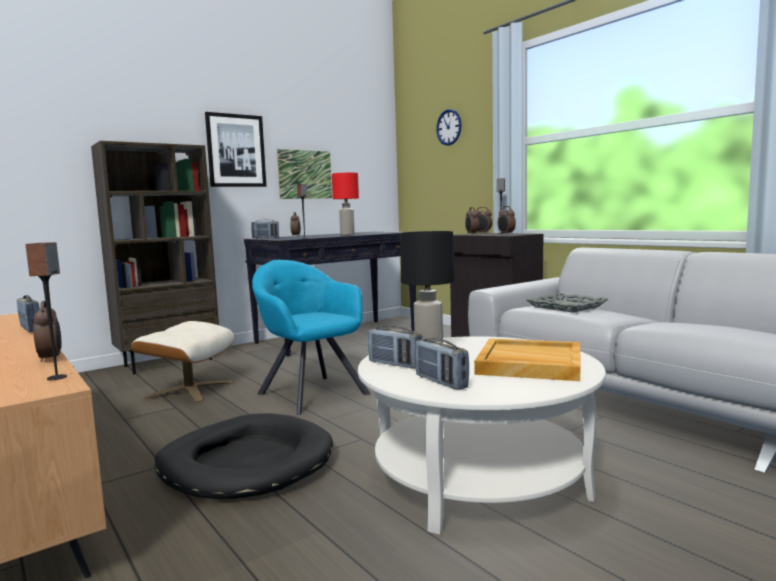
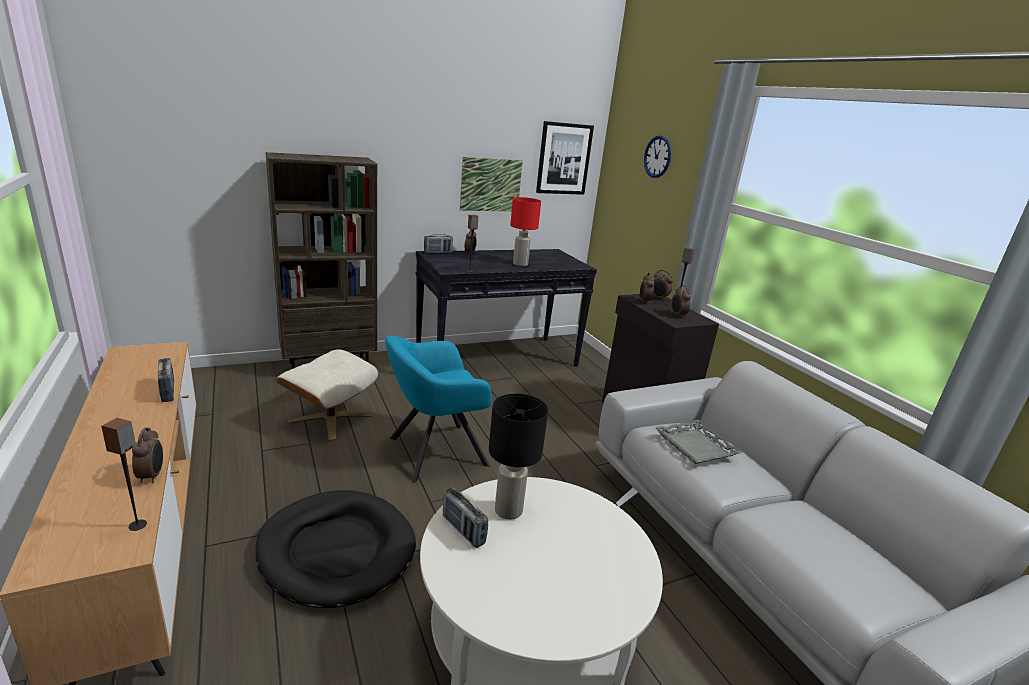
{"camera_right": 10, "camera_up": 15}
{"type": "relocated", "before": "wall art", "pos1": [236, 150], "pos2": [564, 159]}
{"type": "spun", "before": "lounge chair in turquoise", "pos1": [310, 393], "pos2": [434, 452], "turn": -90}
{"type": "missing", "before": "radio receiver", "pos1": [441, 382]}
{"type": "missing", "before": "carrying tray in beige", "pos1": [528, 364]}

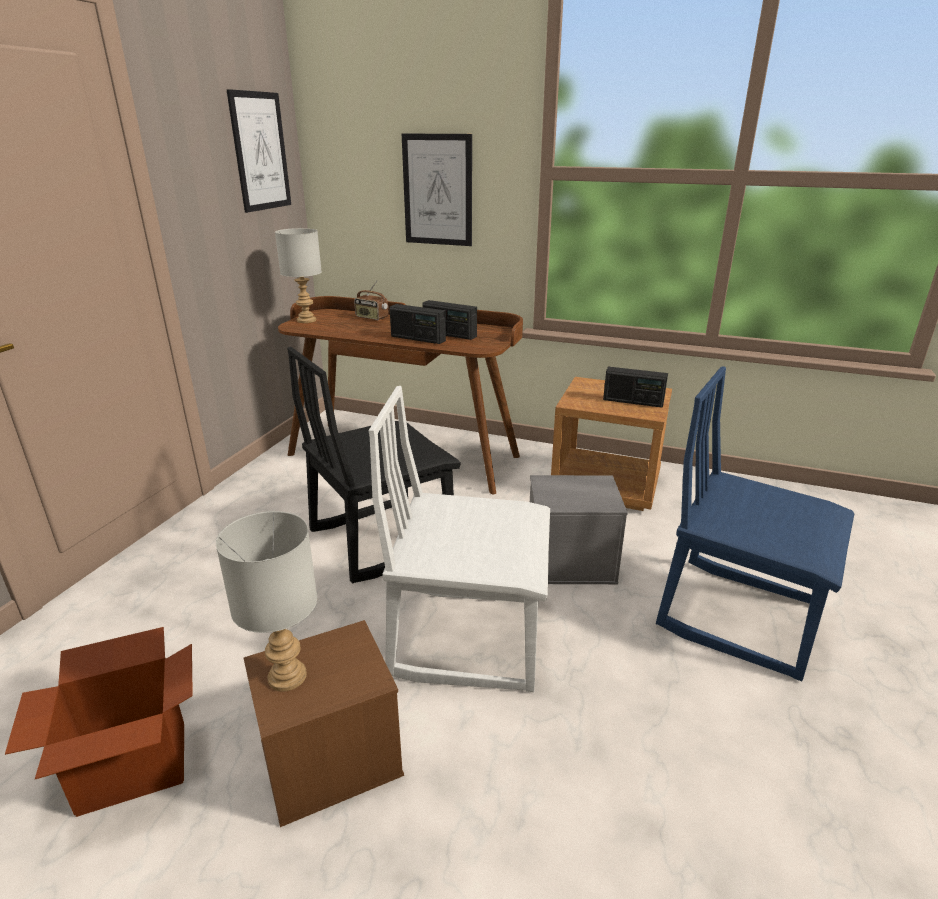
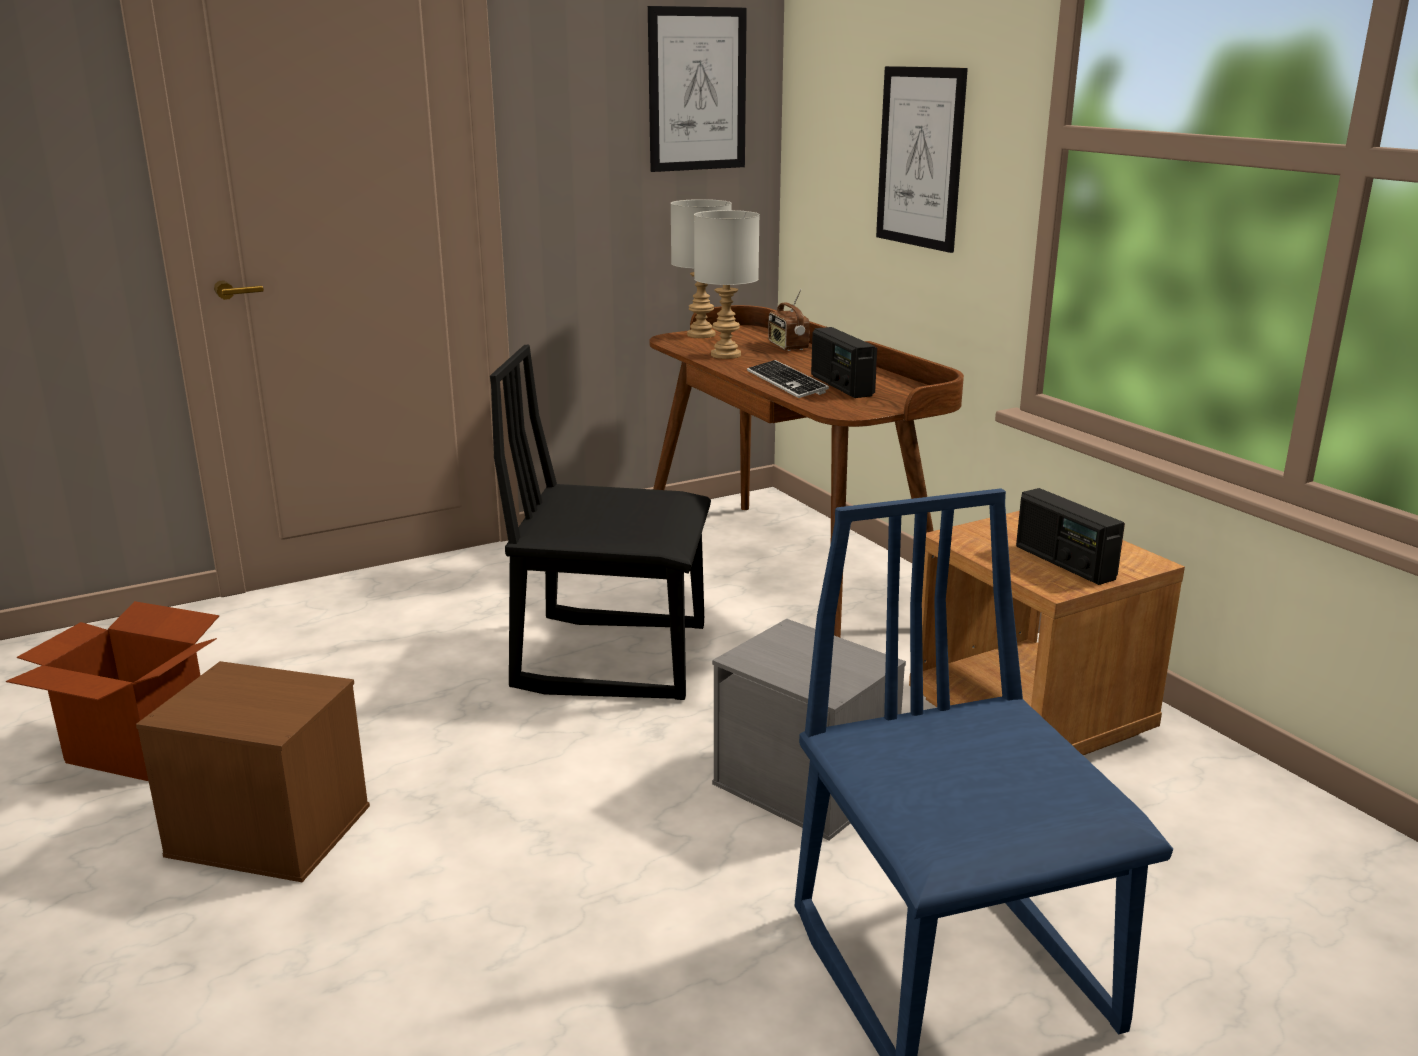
{"camera_right": 40, "camera_up": -5}
{"type": "exchanged", "before": "radio receiver", "after": "PC keyboard", "pos1": [418, 338], "pos2": [786, 382]}
{"type": "missing", "before": "upright chair in white-coloured", "pos1": [468, 635]}
{"type": "relocated", "before": "lamp for a table in greyish", "pos1": [286, 676], "pos2": [725, 355]}

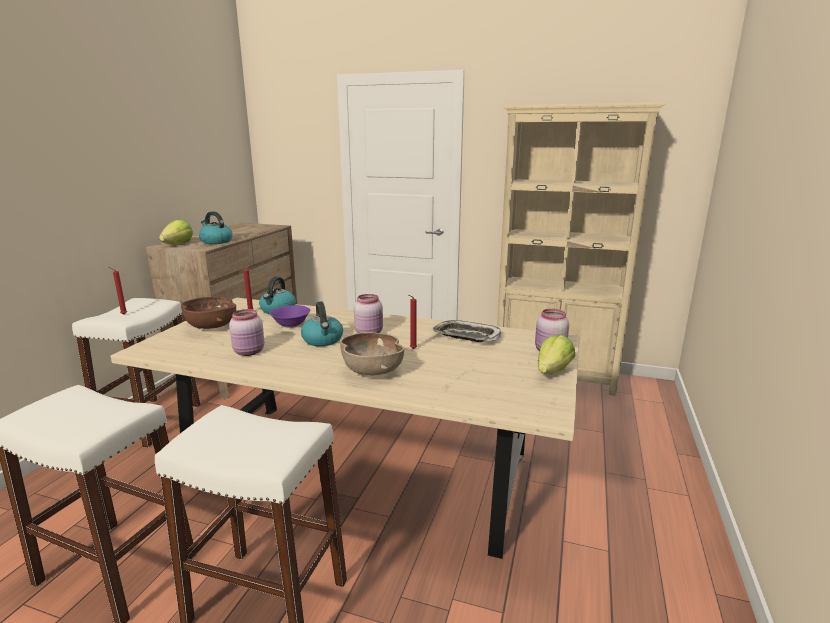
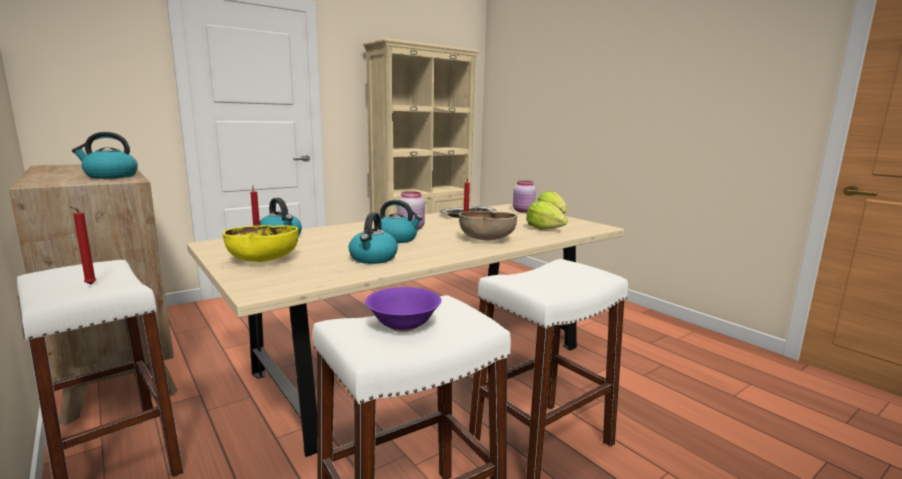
{"camera_right": -55, "camera_up": -5}
{"type": "relocated", "before": "lettuce head", "pos1": [178, 244], "pos2": [545, 229]}
{"type": "colour", "before": "serving bowl in brown", "after": "serving bowl in yellow-coloured", "pos1": [211, 327], "pos2": [263, 260]}
{"type": "relocated", "before": "serving bowl in purple", "pos1": [291, 325], "pos2": [403, 326]}
{"type": "exchanged", "before": "preserve jar in pink-coloured", "after": "kettle", "pos1": [250, 352], "pos2": [373, 258]}

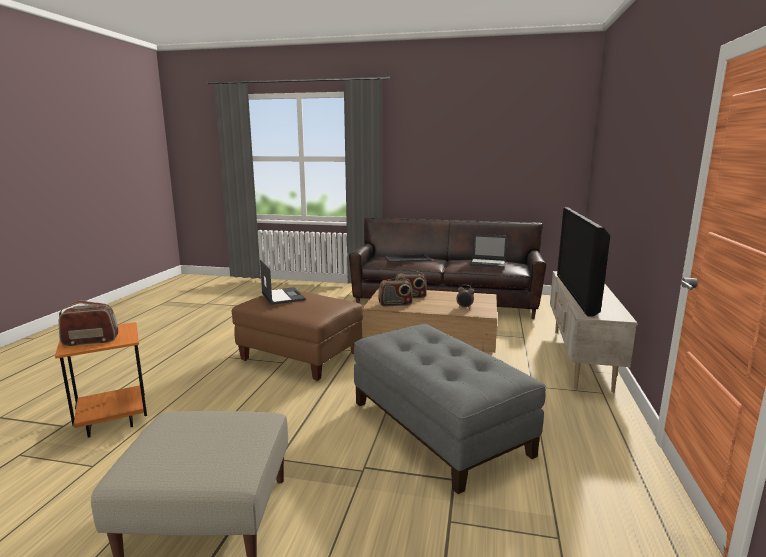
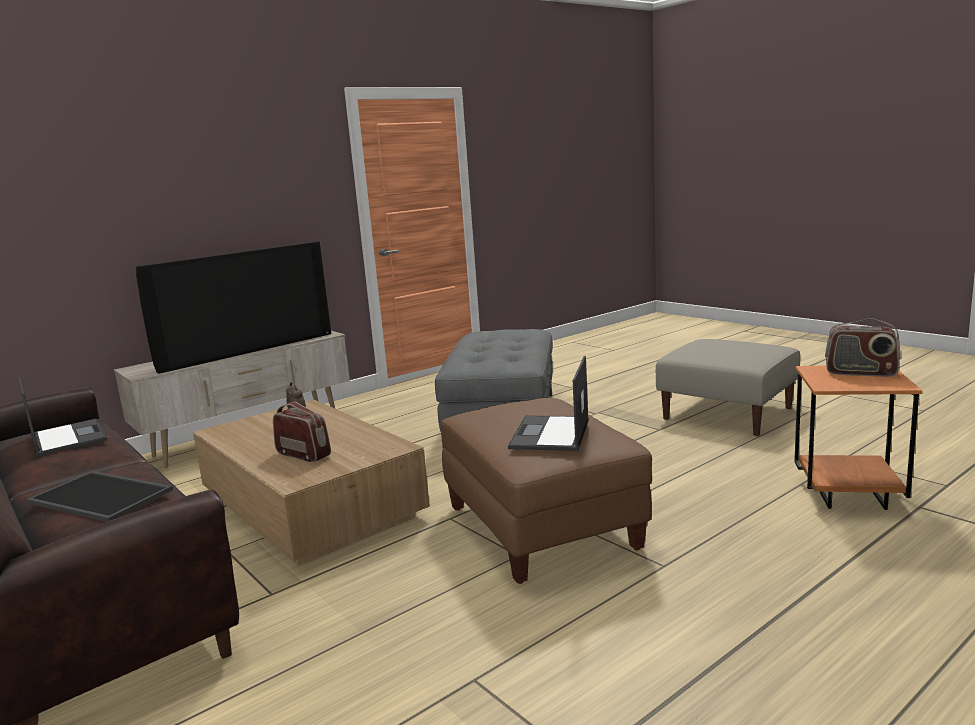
{"camera_right": -140, "camera_up": 0}
{"type": "missing", "before": "radio receiver", "pos1": [395, 304]}

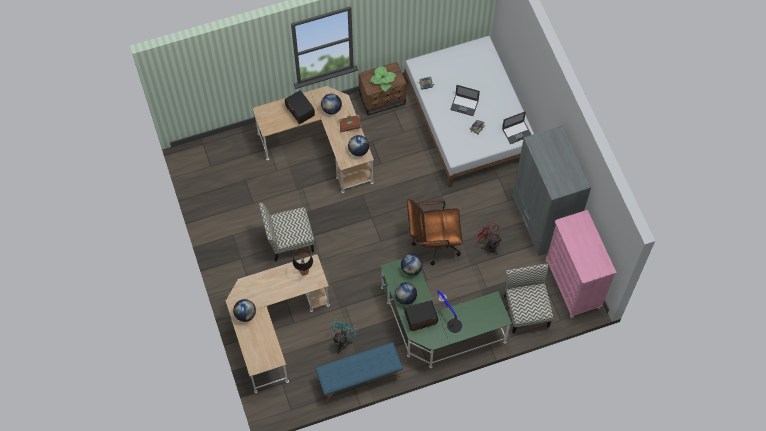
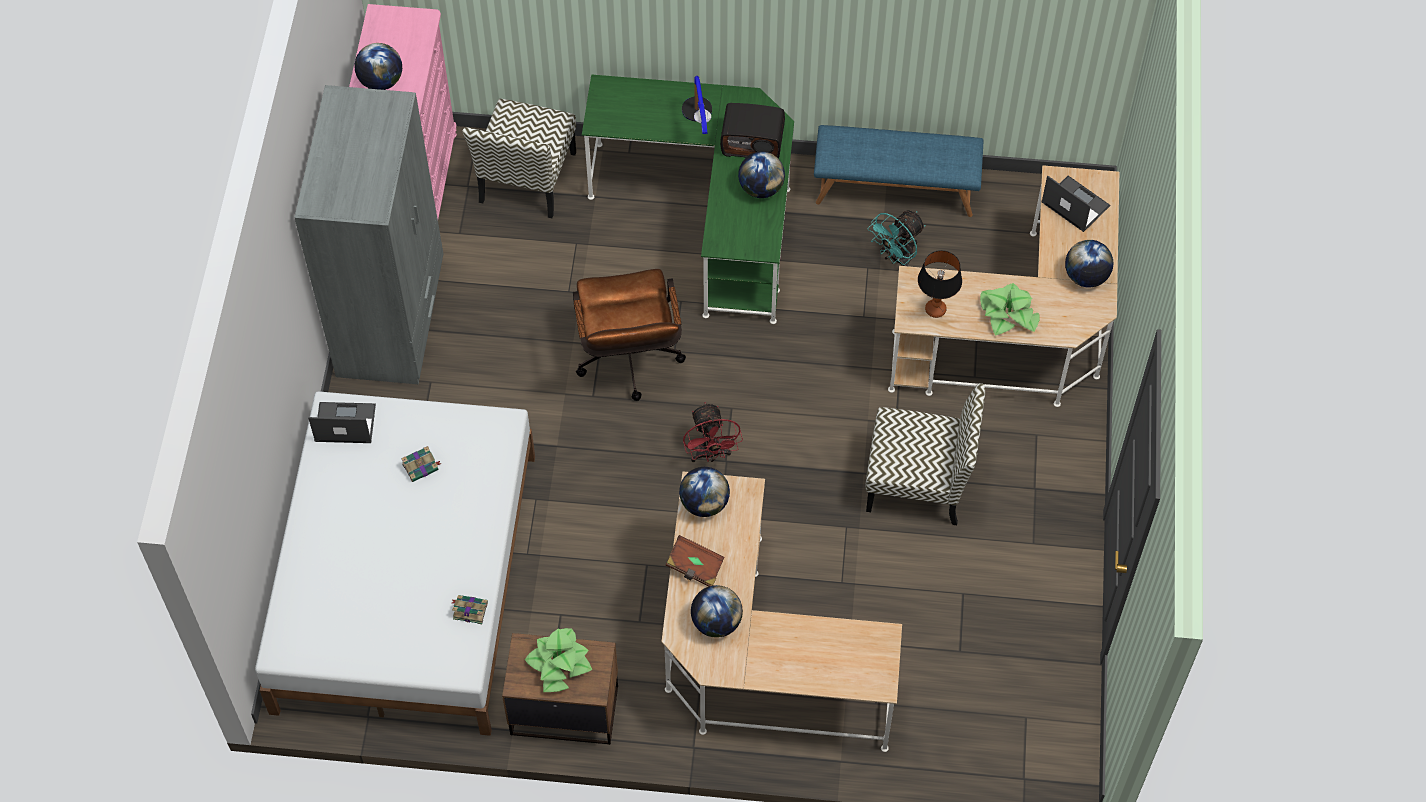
{"camera_right": -155, "camera_up": -5}
{"type": "relocated", "before": "notebook computer", "pos1": [464, 105], "pos2": [1074, 204]}
{"type": "missing", "before": "radio receiver", "pos1": [301, 111]}
{"type": "spun", "before": "computer chair in brown", "pos1": [432, 242], "pos2": [629, 363], "turn": 60}
{"type": "relocated", "before": "cooling fan in red", "pos1": [488, 244], "pos2": [710, 454]}
{"type": "relocated", "before": "desk globe", "pos1": [411, 268], "pos2": [381, 81]}
{"type": "appeared", "after": "plant in a pot", "pos2": [1008, 314]}

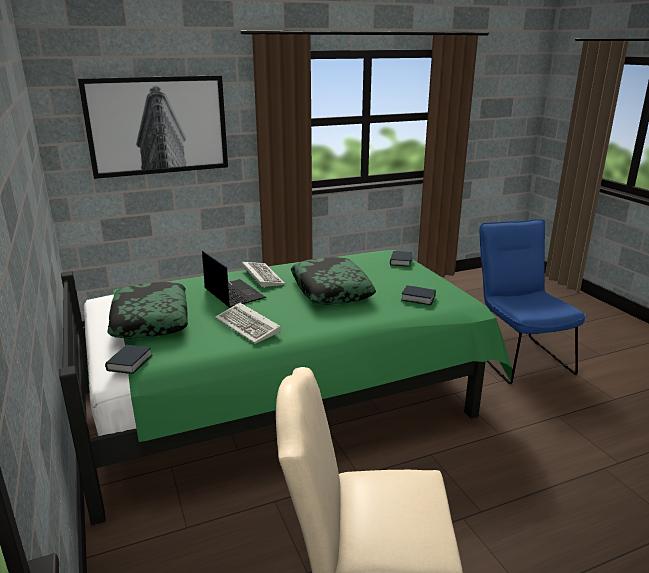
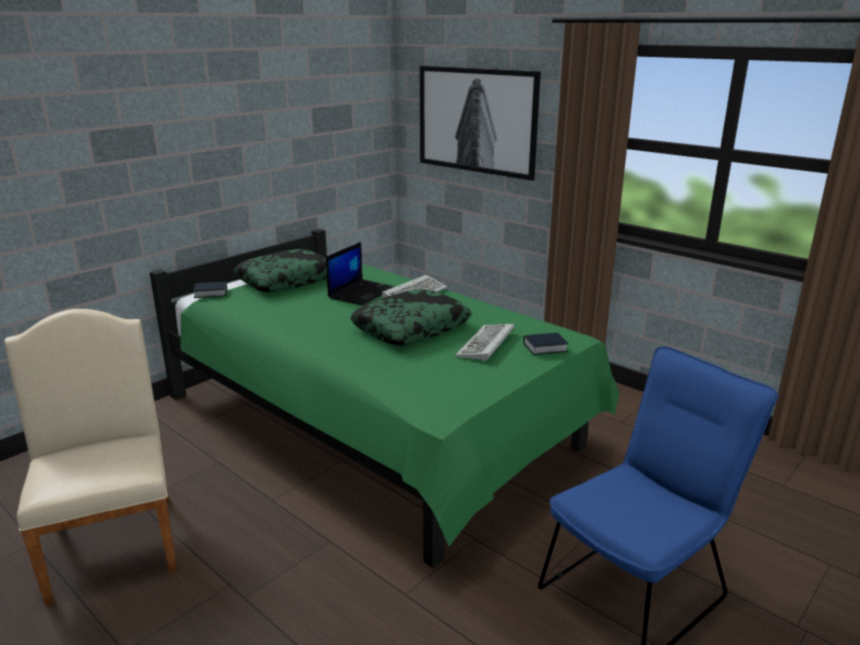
{"camera_right": 65, "camera_up": 0}
{"type": "missing", "before": "bound book", "pos1": [418, 298]}
{"type": "relocated", "before": "PC keyboard", "pos1": [249, 326], "pos2": [486, 345]}

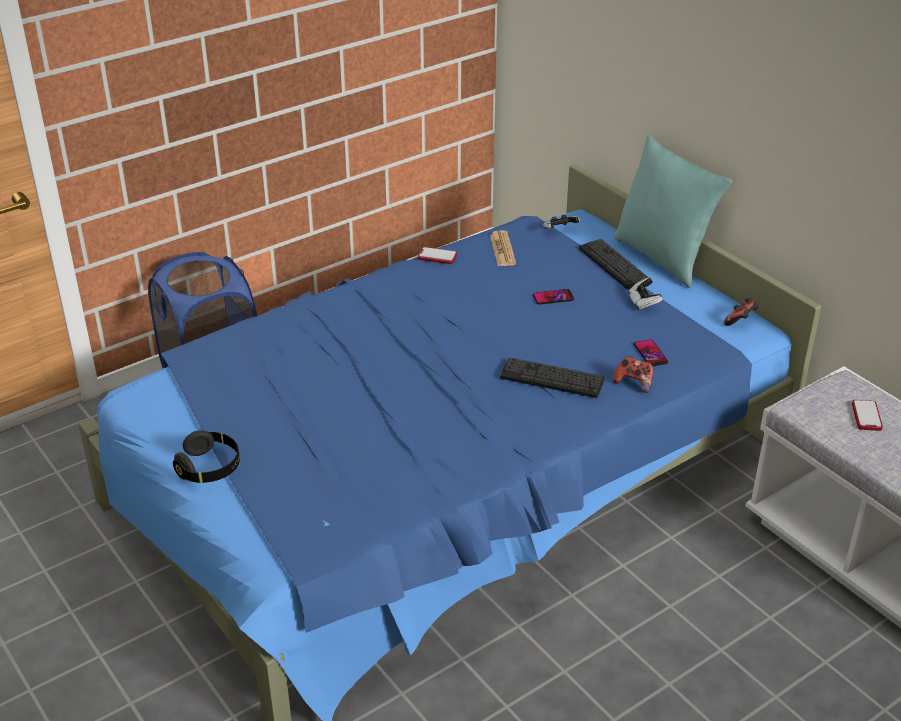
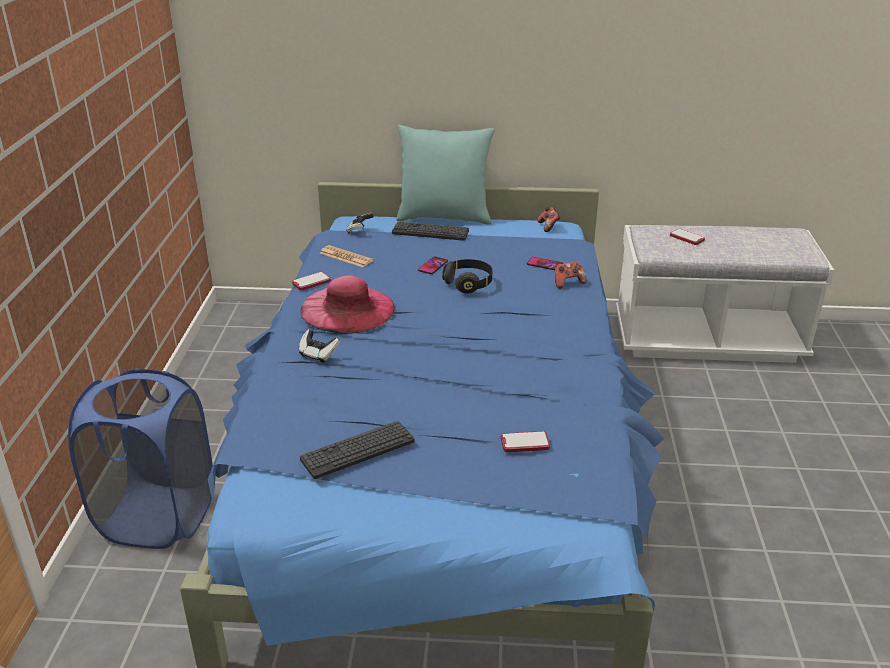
{"camera_right": -50, "camera_up": -5}
{"type": "relocated", "before": "joypad", "pos1": [643, 303], "pos2": [318, 354]}
{"type": "relocated", "before": "PC keyboard", "pos1": [552, 379], "pos2": [358, 450]}
{"type": "relocated", "before": "headphones in black", "pos1": [209, 468], "pos2": [468, 284]}
{"type": "appeared", "after": "hat in pink-coloured", "pos2": [348, 309]}
{"type": "appeared", "after": "telephone", "pos2": [525, 443]}

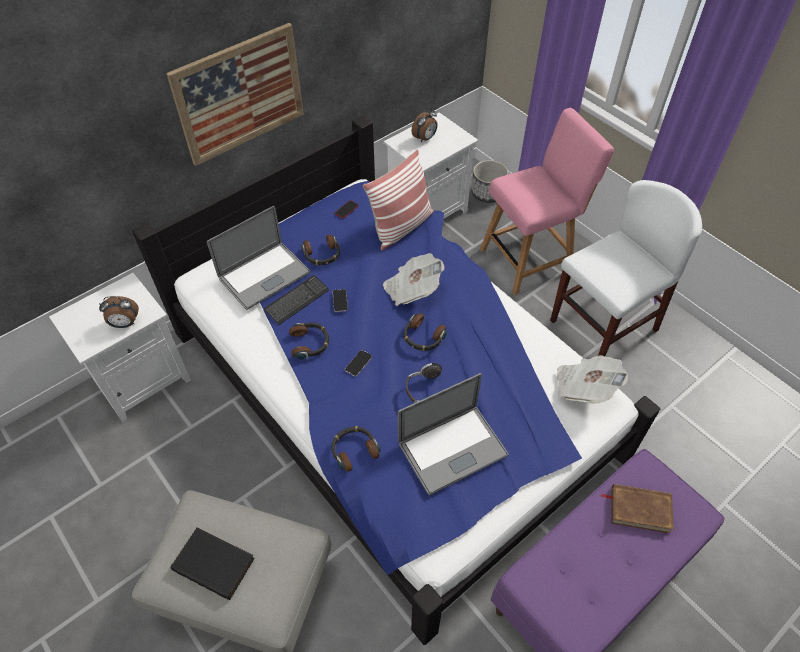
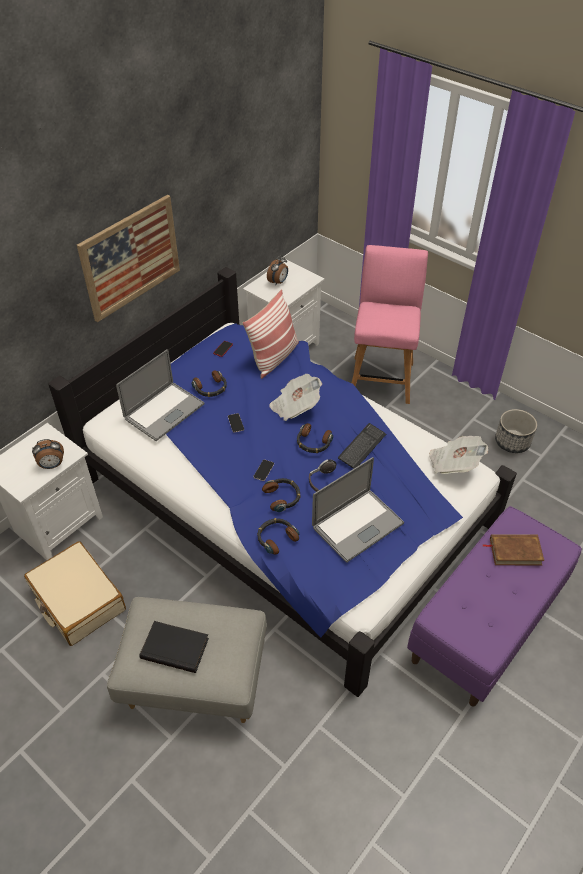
{"camera_right": -10, "camera_up": -5}
{"type": "spun", "before": "upright chair in pink-coloured", "pos1": [529, 259], "pos2": [381, 377], "turn": -45}
{"type": "relocated", "before": "plant pot", "pos1": [488, 193], "pos2": [512, 442]}
{"type": "missing", "before": "upright chair in white-coloured", "pos1": [603, 325]}
{"type": "relocated", "before": "PC keyboard", "pos1": [297, 300], "pos2": [362, 447]}
{"type": "relocated", "before": "headphones", "pos1": [310, 343], "pos2": [282, 497]}
{"type": "appeared", "after": "piece of luggage in beige", "pos2": [77, 600]}

